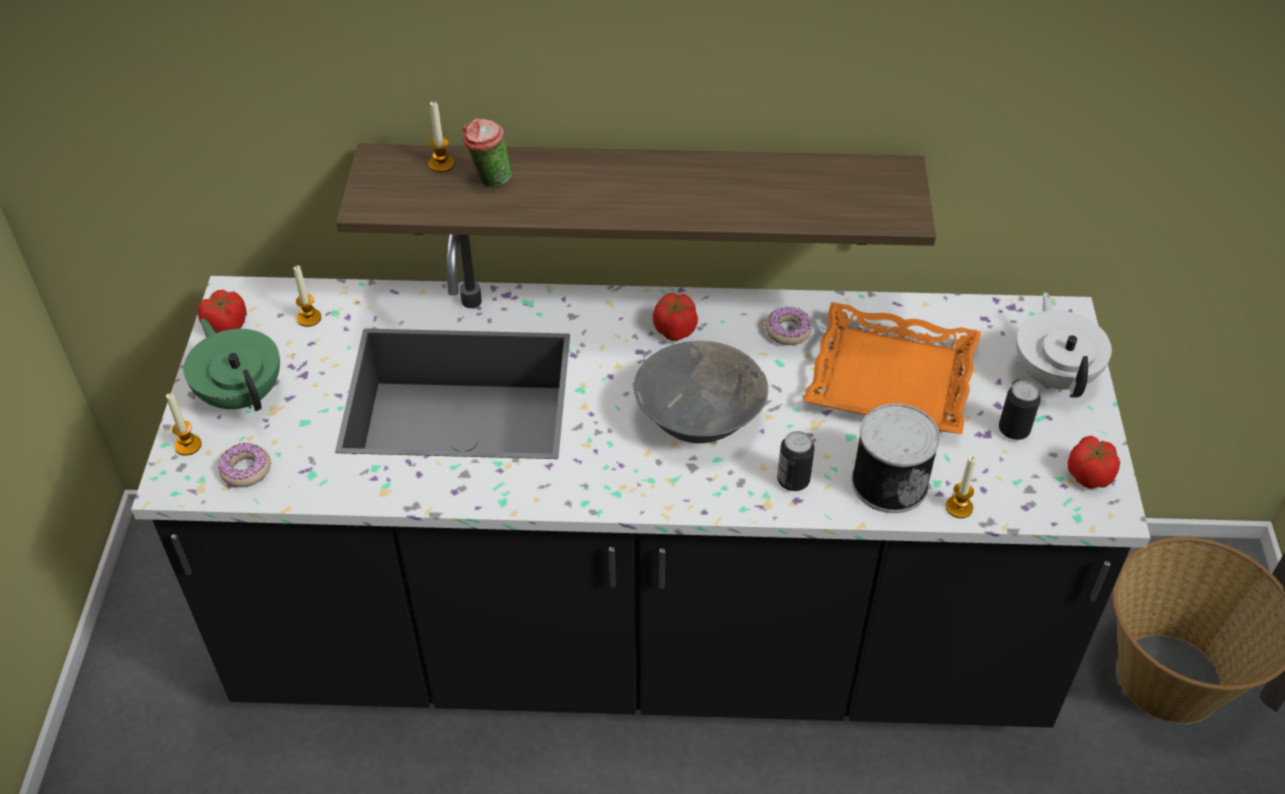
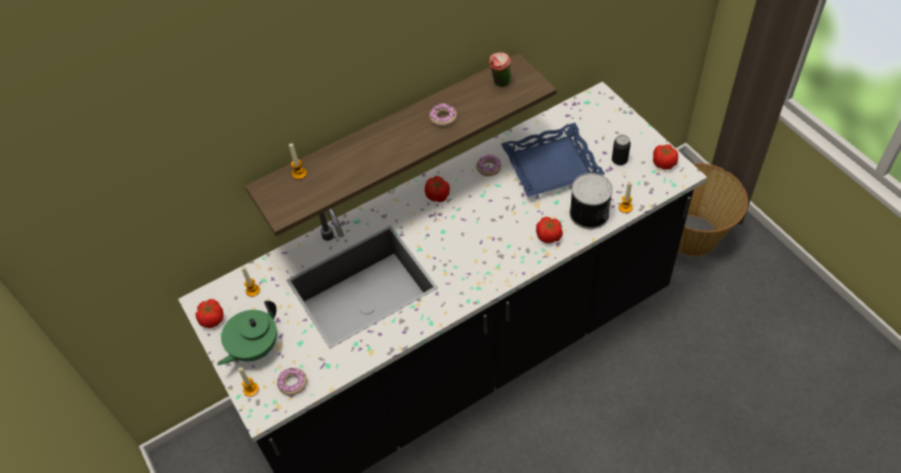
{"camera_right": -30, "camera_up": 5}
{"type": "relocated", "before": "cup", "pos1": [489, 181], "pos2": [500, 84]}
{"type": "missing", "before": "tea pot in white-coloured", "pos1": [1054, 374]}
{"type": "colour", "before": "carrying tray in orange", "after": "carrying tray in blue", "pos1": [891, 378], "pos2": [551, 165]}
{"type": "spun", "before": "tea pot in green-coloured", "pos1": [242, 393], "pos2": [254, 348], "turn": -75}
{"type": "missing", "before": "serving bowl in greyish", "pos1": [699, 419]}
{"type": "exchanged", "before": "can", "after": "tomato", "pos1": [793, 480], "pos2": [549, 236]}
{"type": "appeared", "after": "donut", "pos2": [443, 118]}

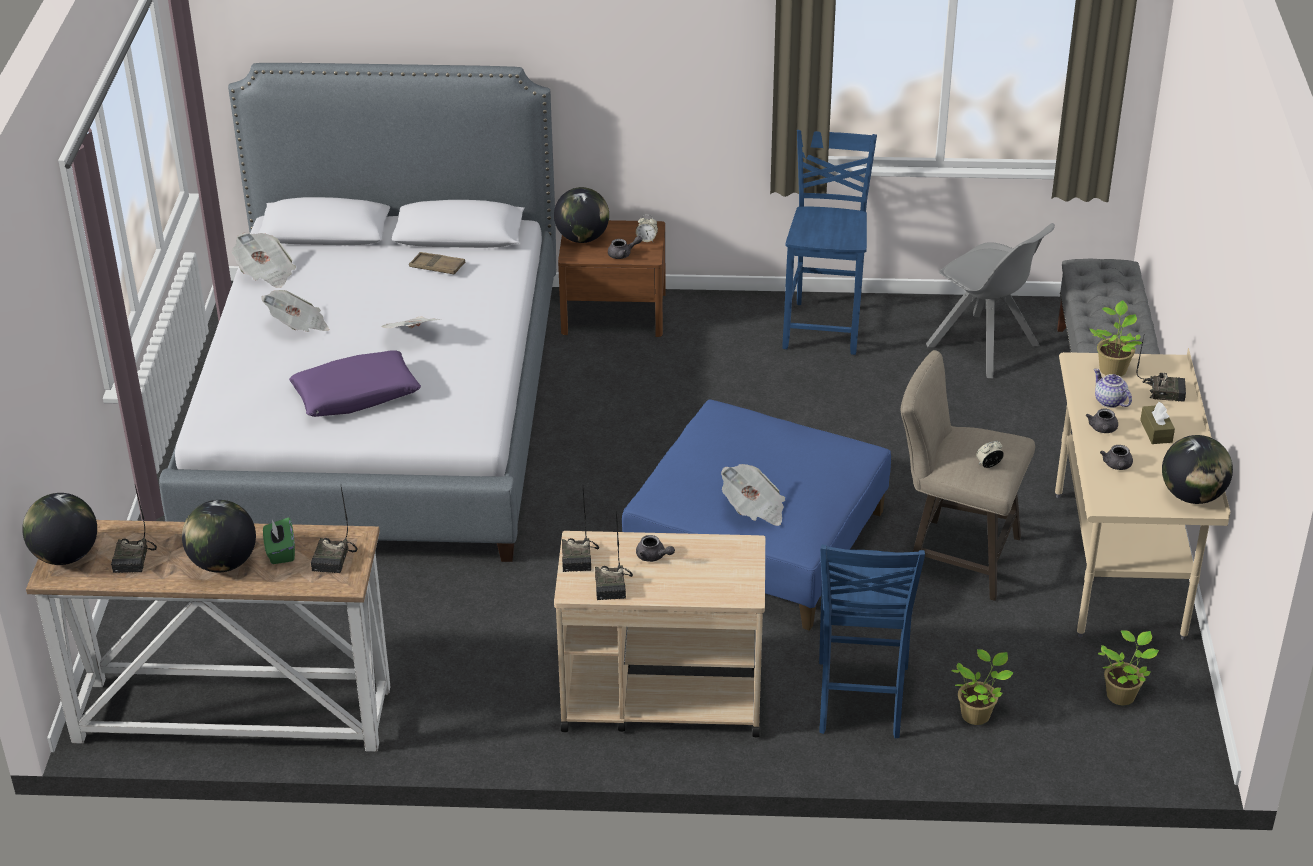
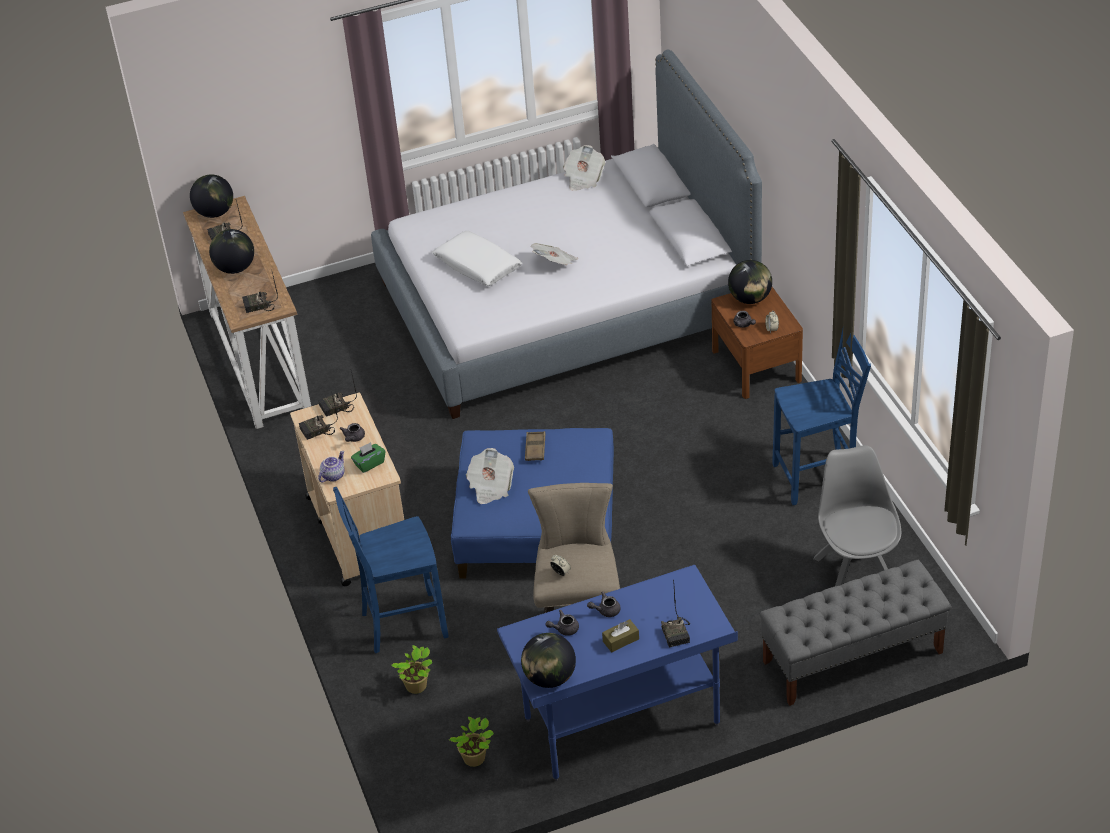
{"camera_right": 70, "camera_up": 5}
{"type": "spun", "before": "upright chair in greyish", "pos1": [985, 347], "pos2": [855, 574], "turn": 150}
{"type": "relocated", "before": "carrying tray in brown", "pos1": [437, 267], "pos2": [535, 448]}
{"type": "missing", "before": "daily paper", "pos1": [298, 326]}
{"type": "missing", "before": "plant in a pot", "pos1": [1112, 368]}
{"type": "colour", "before": "desk unit in beige", "after": "desk unit in blue", "pos1": [1119, 565], "pos2": [622, 723]}
{"type": "colour", "before": "pillow in purple", "after": "pillow in white-coloured", "pos1": [356, 395], "pos2": [477, 266]}
{"type": "relocated", "before": "tea pot", "pos1": [1109, 401], "pos2": [333, 475]}
{"type": "relocated", "before": "tissue box in green-coloured", "pos1": [280, 552], "pos2": [369, 463]}

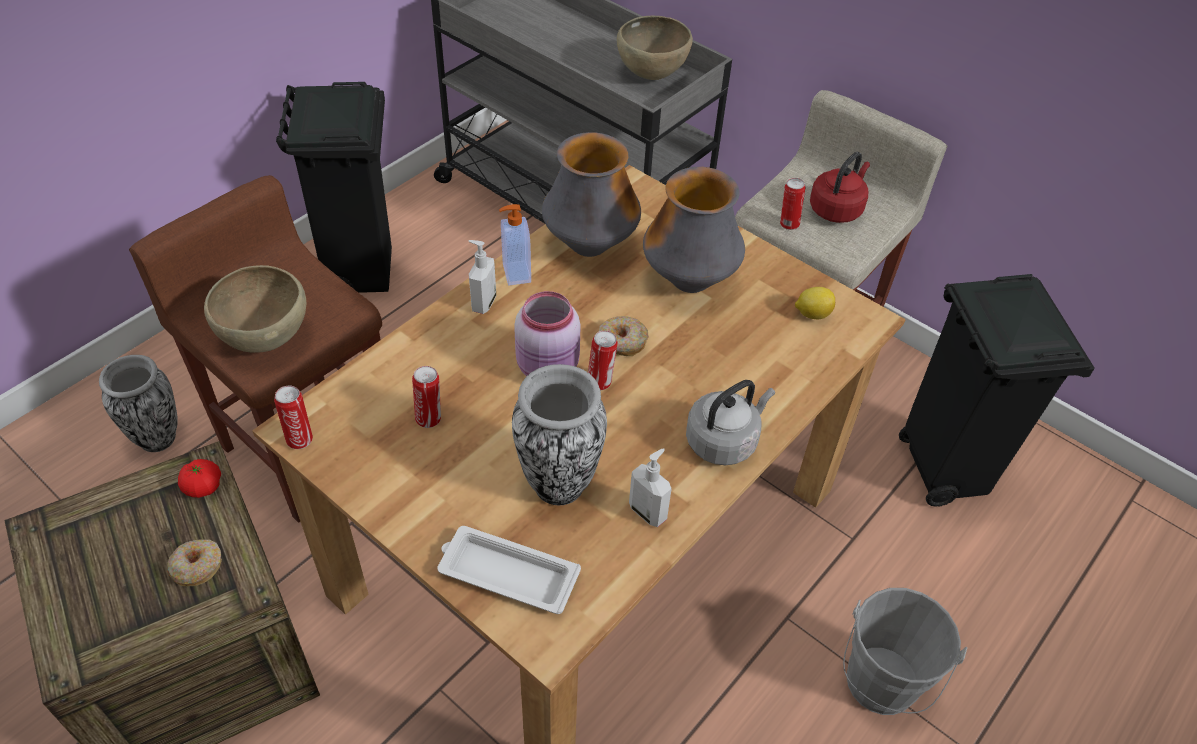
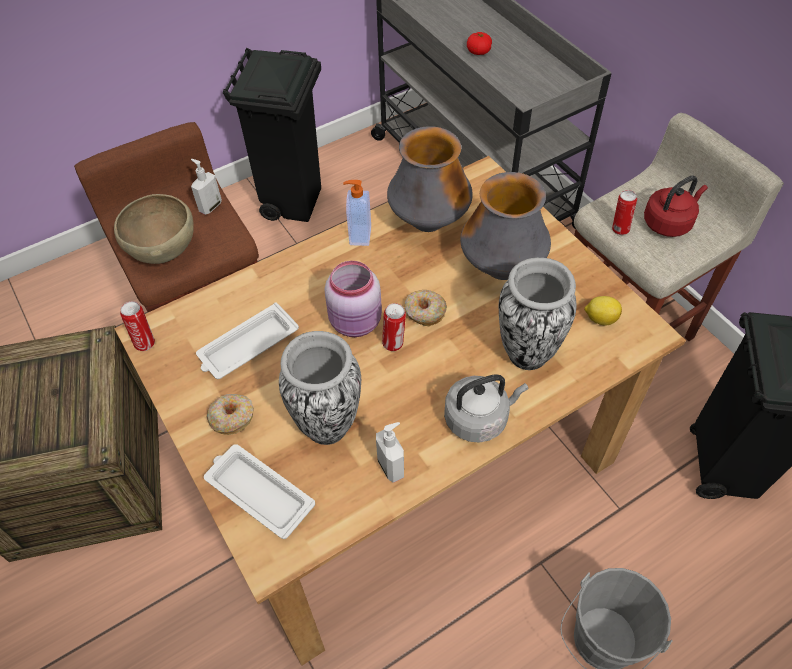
{"camera_right": 20, "camera_up": 5}
{"type": "missing", "before": "serving bowl in brown", "pos1": [652, 75]}
{"type": "relocated", "before": "liquid soap bottle", "pos1": [483, 303], "pos2": [210, 206]}
{"type": "relocated", "before": "flower vase", "pos1": [157, 437], "pos2": [526, 352]}
{"type": "exchanged", "before": "can", "after": "carrying tray in white-coloured", "pos1": [429, 418], "pos2": [247, 346]}
{"type": "relocated", "before": "tomato", "pos1": [203, 487], "pos2": [478, 51]}
{"type": "relocated", "before": "donut", "pos1": [197, 566], "pos2": [232, 417]}

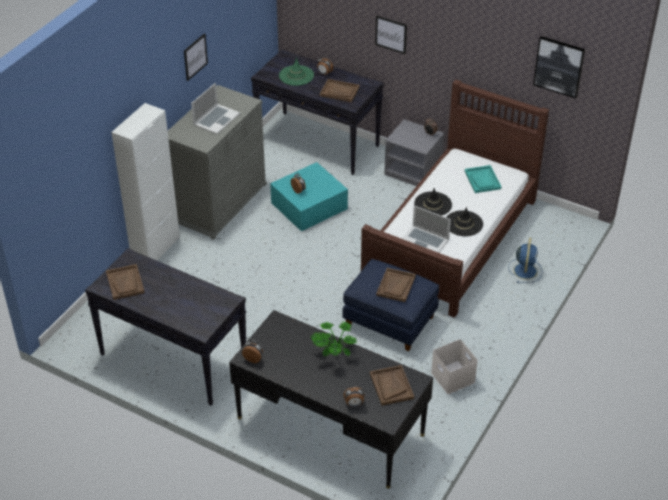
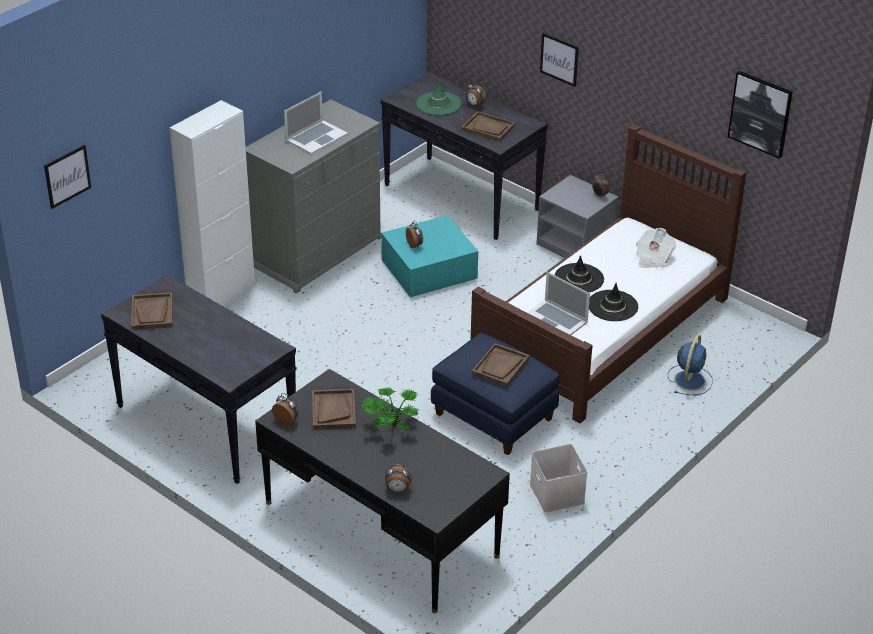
{"camera_right": 10, "camera_up": -5}
{"type": "relocated", "before": "wall art", "pos1": [195, 57], "pos2": [67, 176]}
{"type": "exchanged", "before": "carrying tray in turquoise", "after": "daily paper", "pos1": [482, 180], "pos2": [653, 258]}
{"type": "relocated", "before": "carrying tray in brown", "pos1": [391, 386], "pos2": [333, 410]}

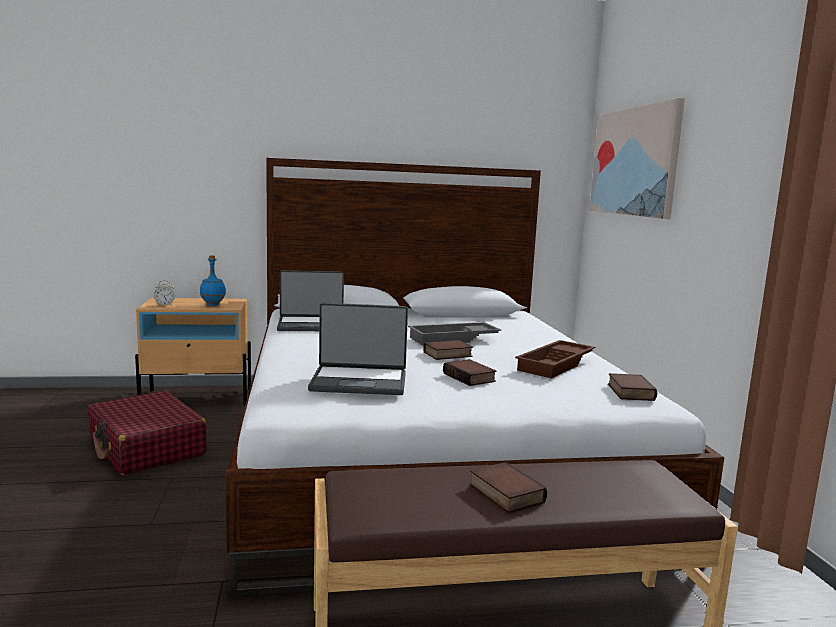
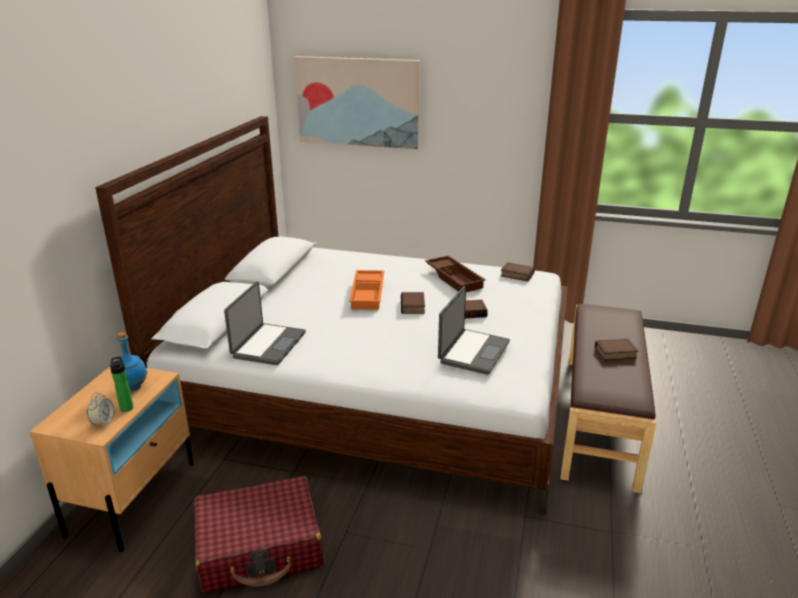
{"camera_right": -65, "camera_up": 15}
{"type": "colour", "before": "carrying tray in greyish", "after": "carrying tray in orange", "pos1": [453, 339], "pos2": [368, 294]}
{"type": "appeared", "after": "beverage bottle", "pos2": [126, 407]}

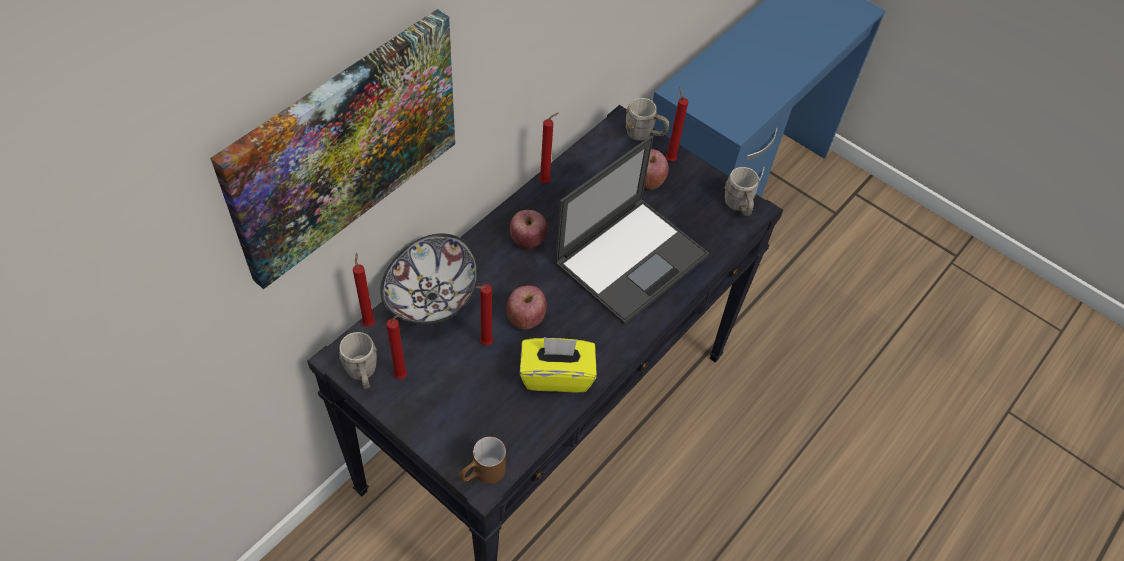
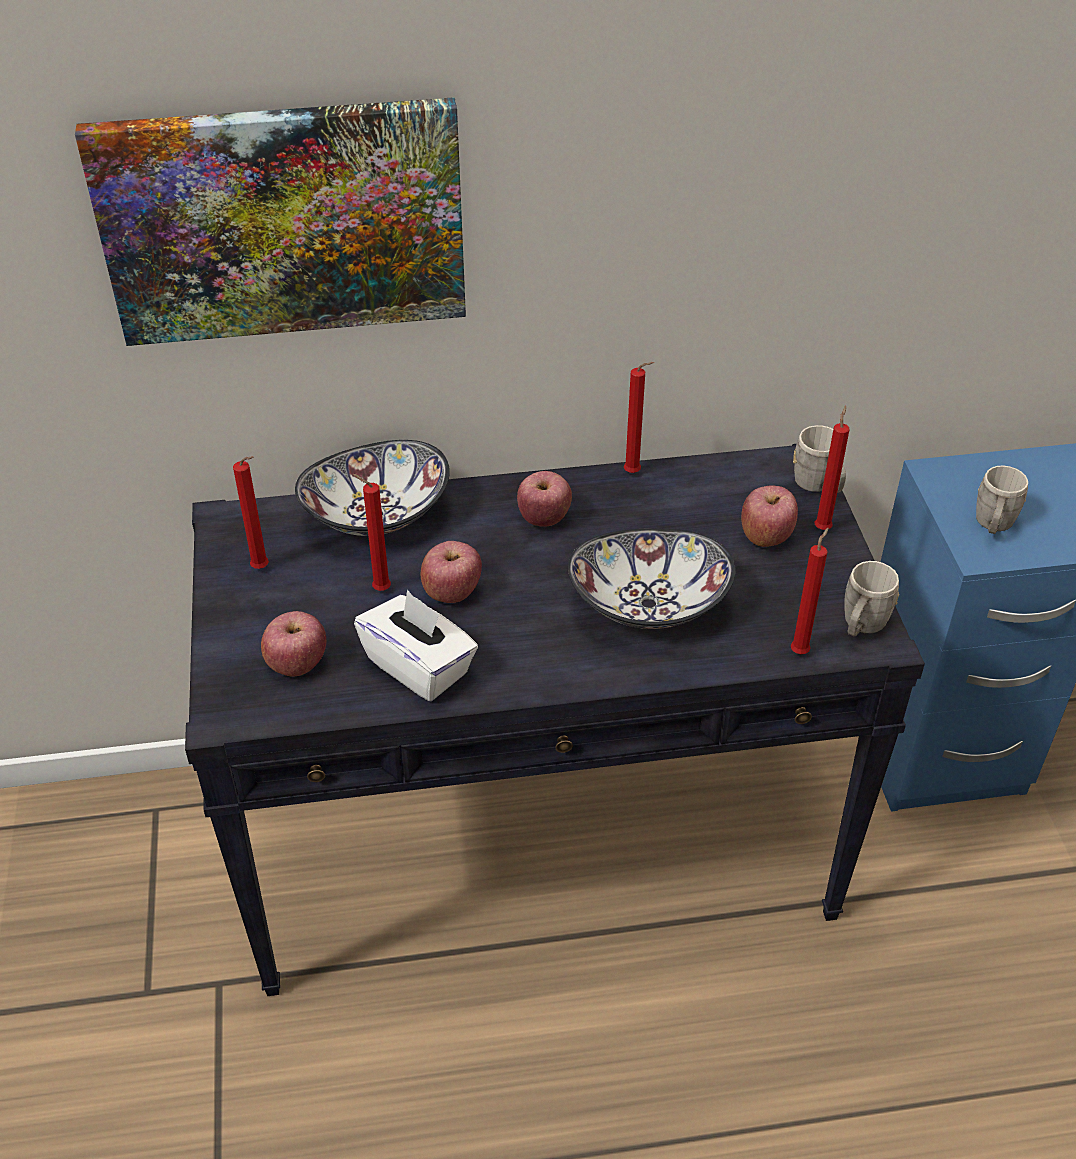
{"camera_right": 45, "camera_up": -10}
{"type": "exchanged", "before": "notebook computer", "after": "serving bowl", "pos1": [632, 258], "pos2": [648, 603]}
{"type": "relocated", "before": "wax candle in red", "pos1": [369, 322], "pos2": [801, 650]}
{"type": "relocated", "before": "tea mug in greyish", "pos1": [362, 374], "pos2": [993, 525]}
{"type": "colour", "before": "tissue box in yellow-coloured", "after": "tissue box in white-coloured", "pos1": [556, 375], "pos2": [419, 666]}
{"type": "missing", "before": "tea mug in brown", "pos1": [482, 473]}
{"type": "appeared", "after": "apple fruit", "pos2": [297, 663]}

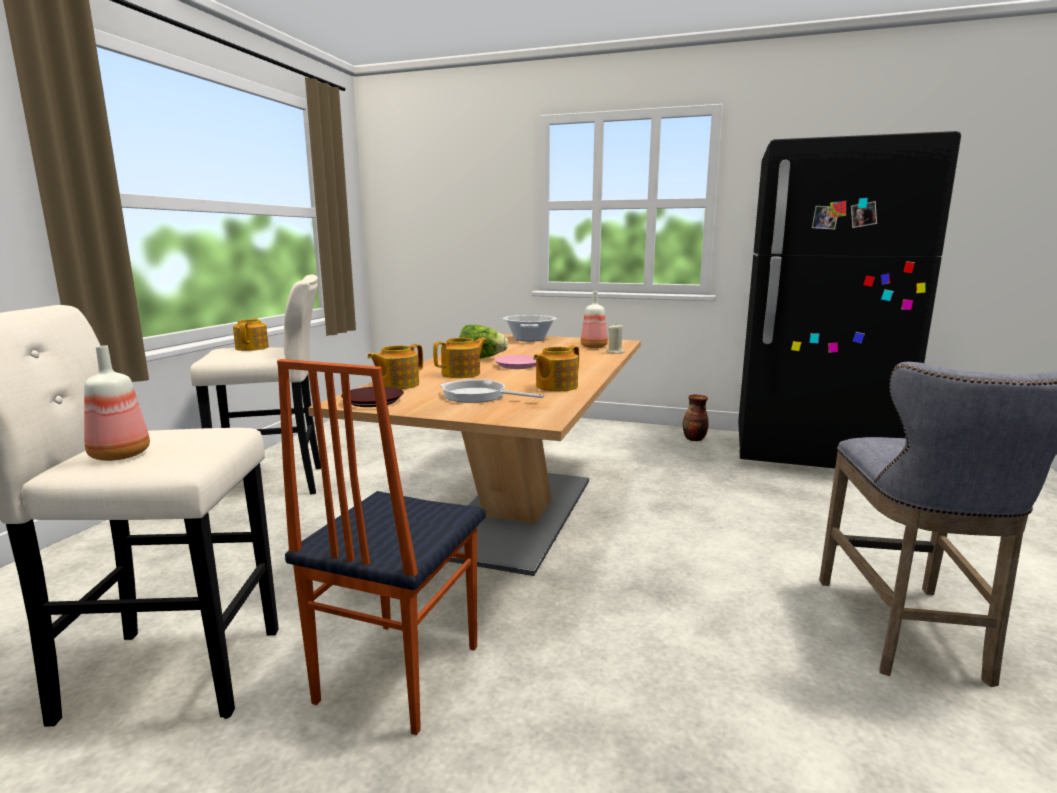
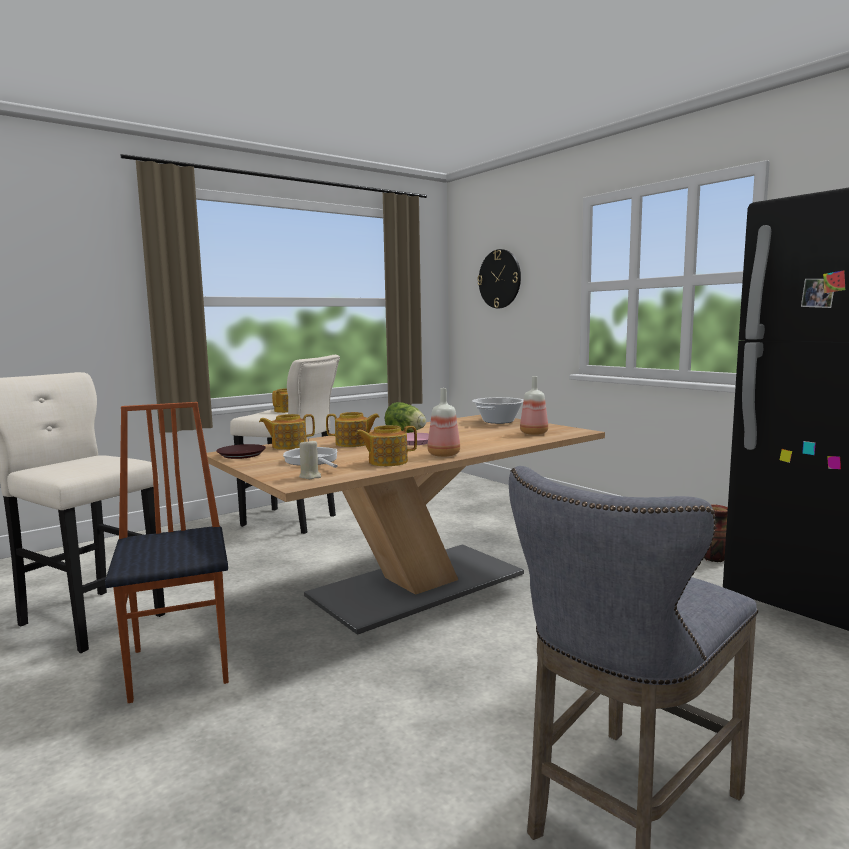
{"camera_right": 35, "camera_up": -5}
{"type": "relocated", "before": "wax candle in beige", "pos1": [615, 352], "pos2": [310, 476]}
{"type": "relocated", "before": "beverage bottle", "pos1": [118, 455], "pos2": [442, 455]}
{"type": "spun", "before": "upright chair", "pos1": [396, 674], "pos2": [182, 664], "turn": 105}
{"type": "appeared", "after": "clock on the wall", "pos2": [499, 279]}

